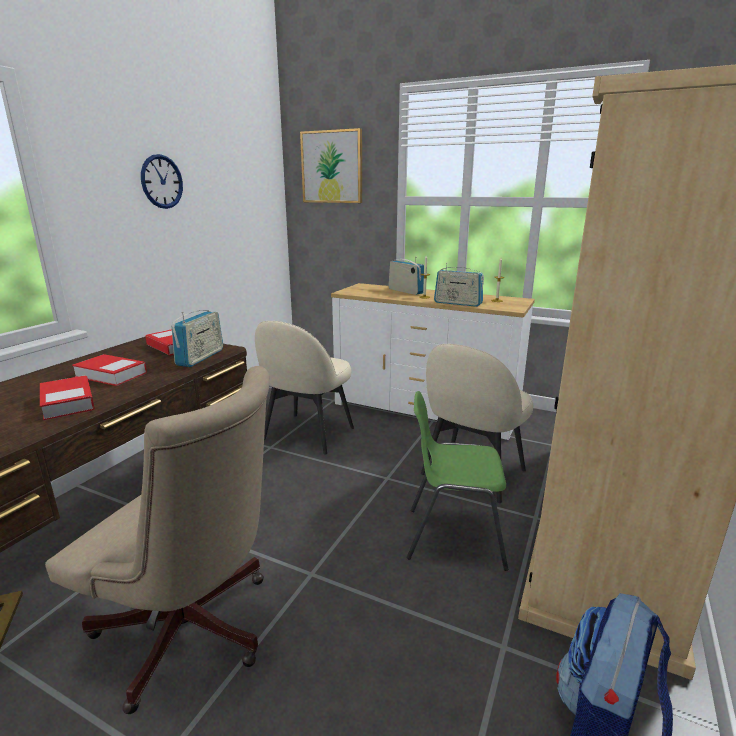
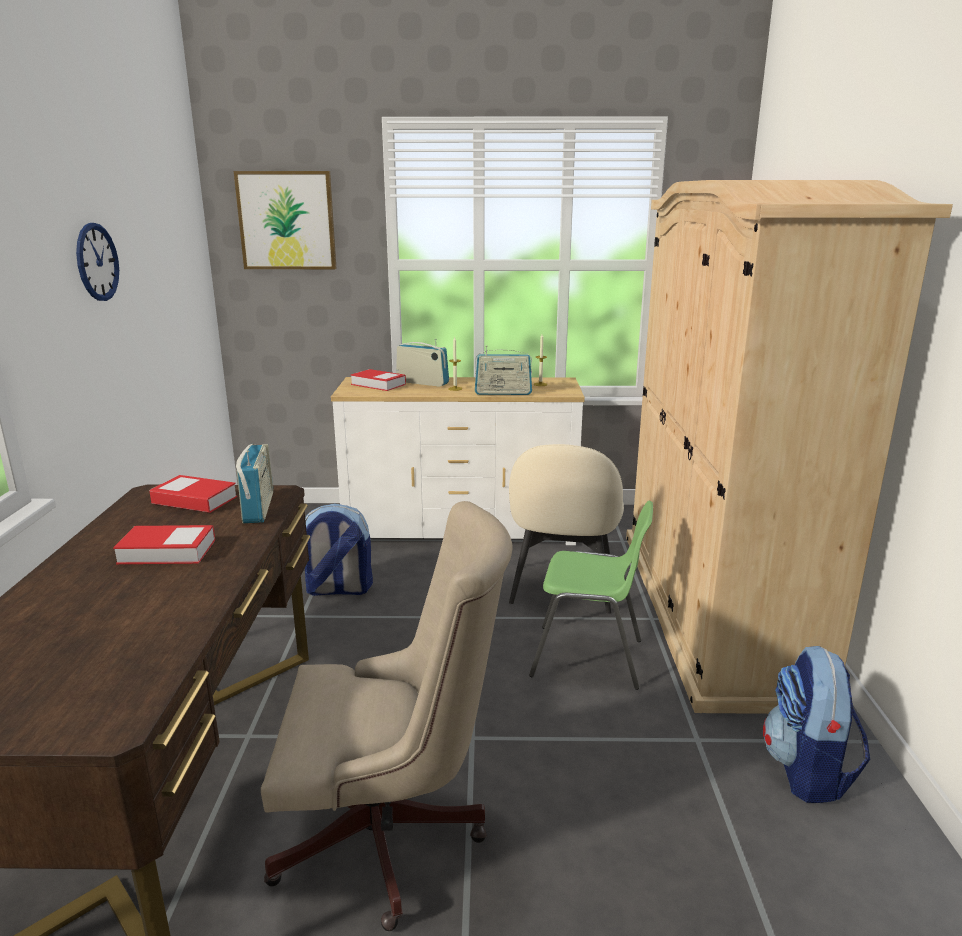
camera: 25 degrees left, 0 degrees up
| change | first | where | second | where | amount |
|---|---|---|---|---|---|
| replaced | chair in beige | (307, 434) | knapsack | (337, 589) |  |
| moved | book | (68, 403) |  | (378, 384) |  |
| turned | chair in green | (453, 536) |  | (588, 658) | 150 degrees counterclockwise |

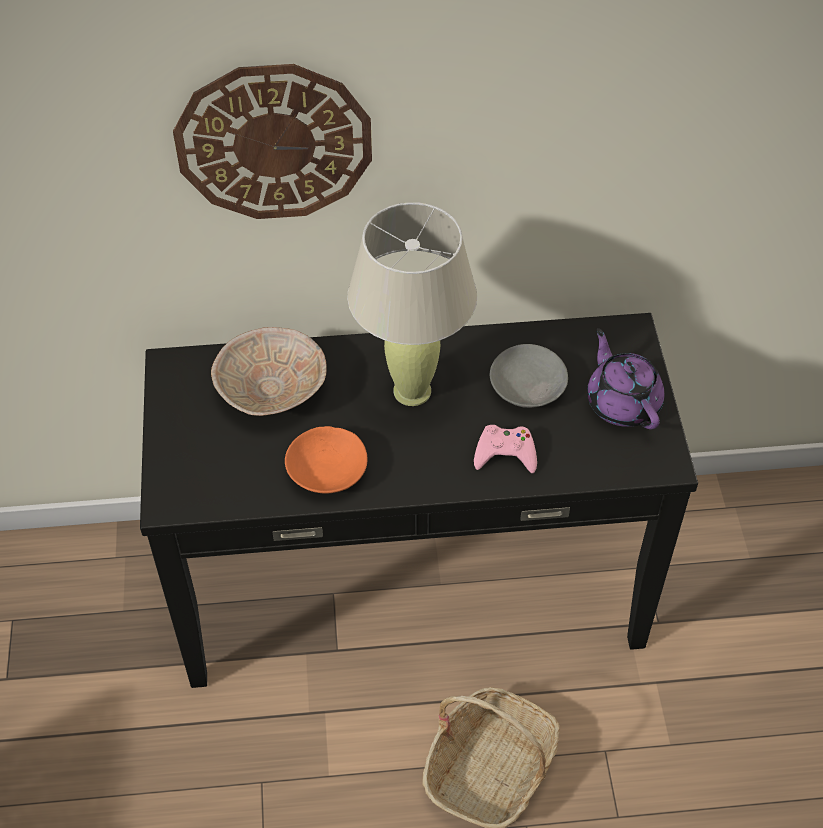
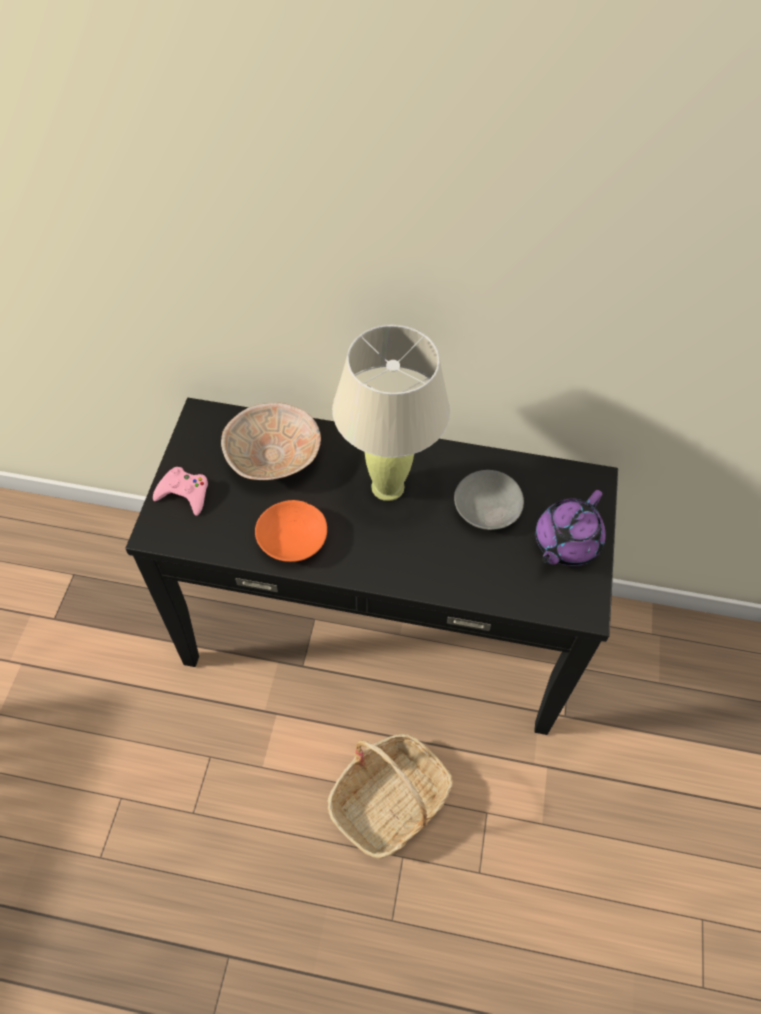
camera: 15 degrees right, 5 degrees up
| change | first | where | second | where | amount |
|---|---|---|---|---|---|
| removed | hanging clock | (274, 142) |  |  |  |
| turned | teapot in purplish | (622, 402) |  | (565, 543) | 135 degrees counterclockwise |
| moved | gamepad in pink | (505, 453) |  | (184, 493) |  |

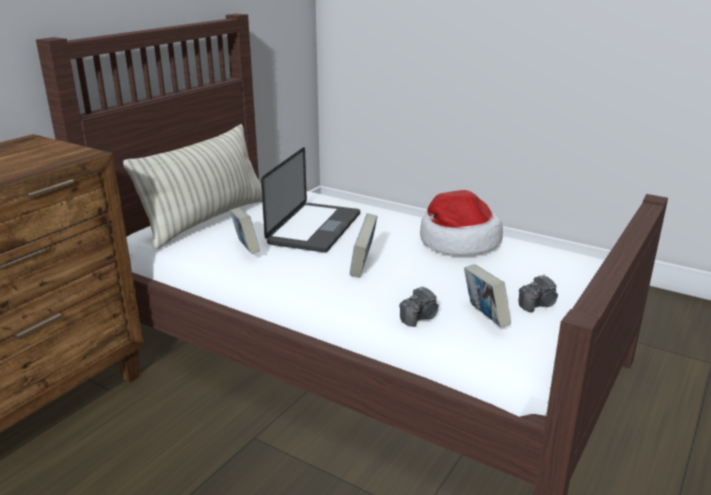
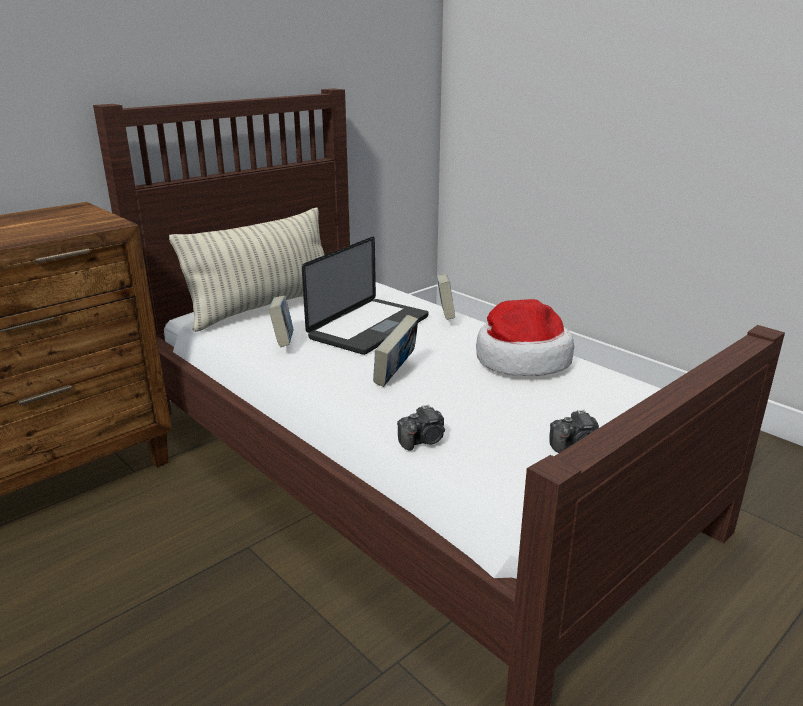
camera: 15 degrees right, 0 degrees up
| change | first | where | second | where | amount |
|---|---|---|---|---|---|
| moved | book | (484, 318) |  | (445, 317) |  |

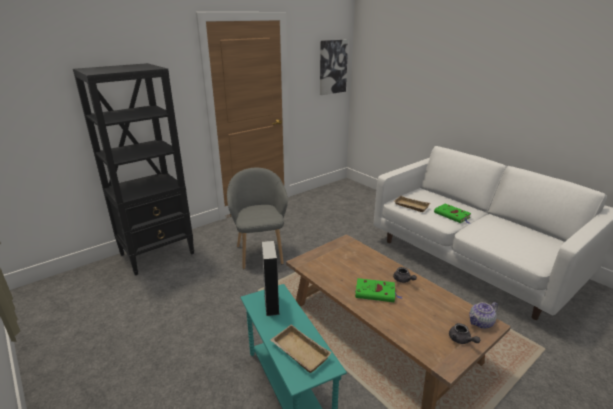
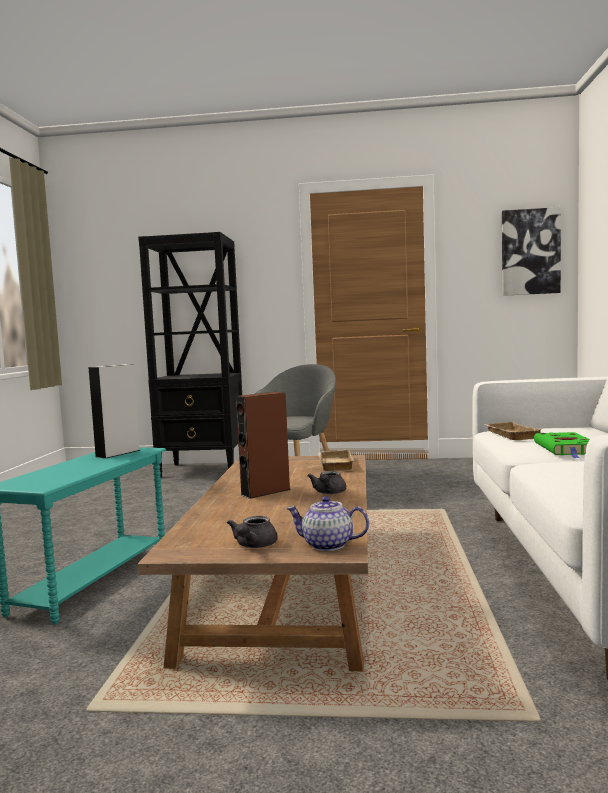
camera: 45 degrees right, 20 degrees down
| change | first | where | second | where | amount |
|---|---|---|---|---|---|
| replaced | book in green | (376, 293) | loudspeaker in brownish | (265, 492) |  |
| moved | tray in beige | (298, 352) |  | (333, 464) |  |

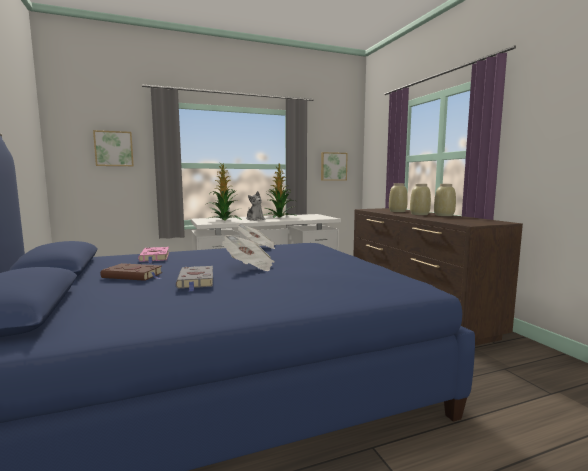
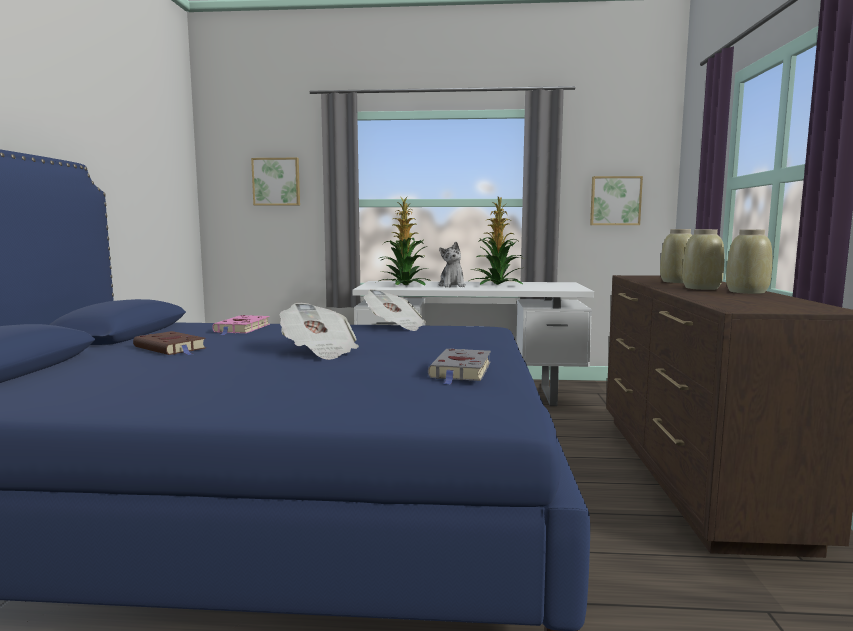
camera: 25 degrees right, 0 degrees up
| change | first | where | second | where | amount |
|---|---|---|---|---|---|
| moved | book in gray | (196, 281) |  | (461, 371) |  |

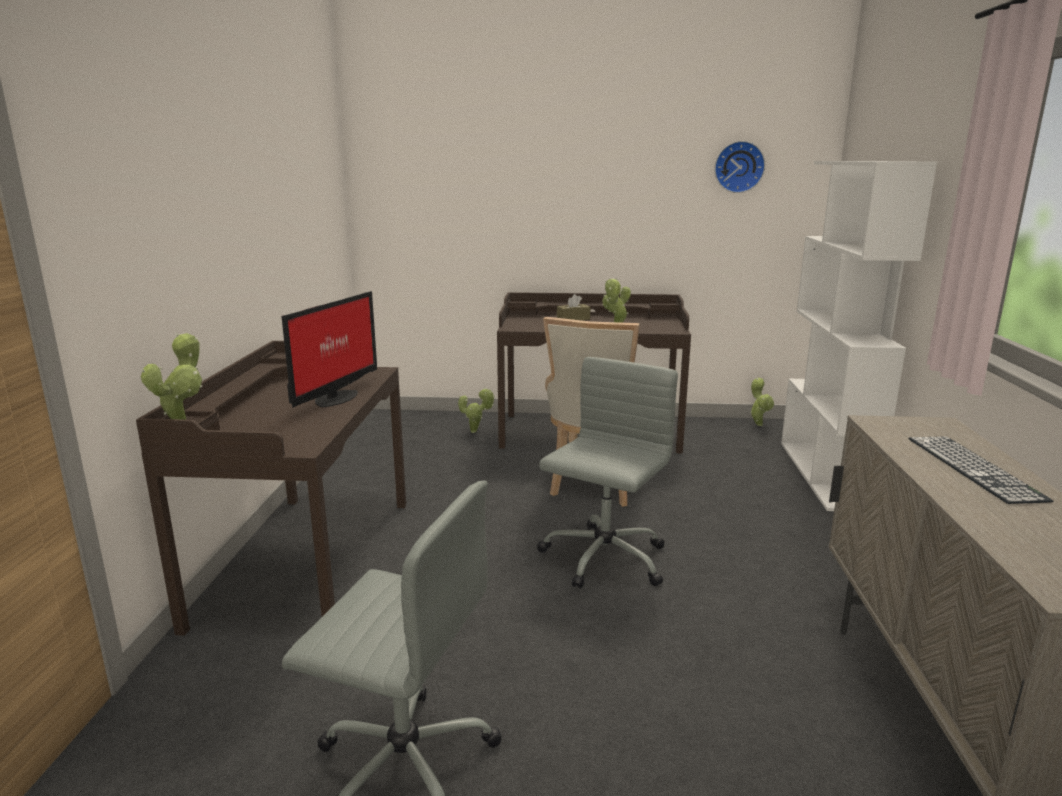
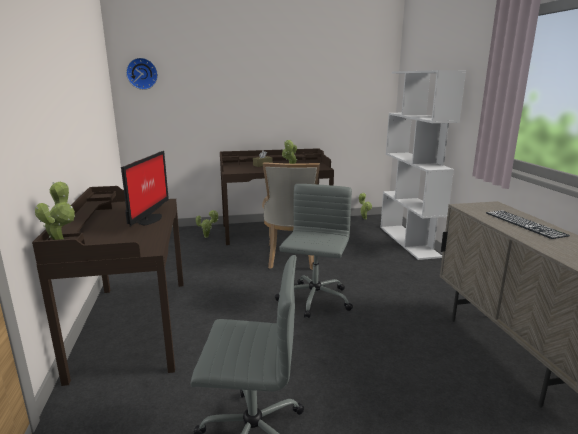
camera: 15 degrees left, 0 degrees up
| change | first | where | second | where | amount |
|---|---|---|---|---|---|
| moved | hanging clock | (738, 167) |  | (142, 73) |  |

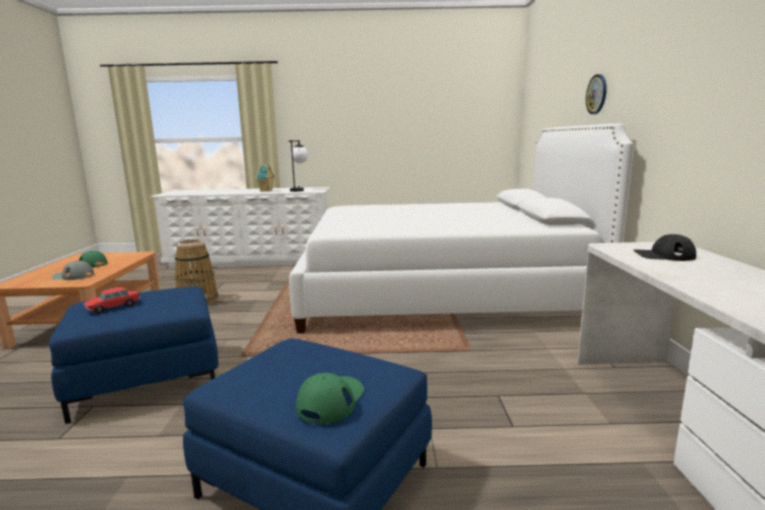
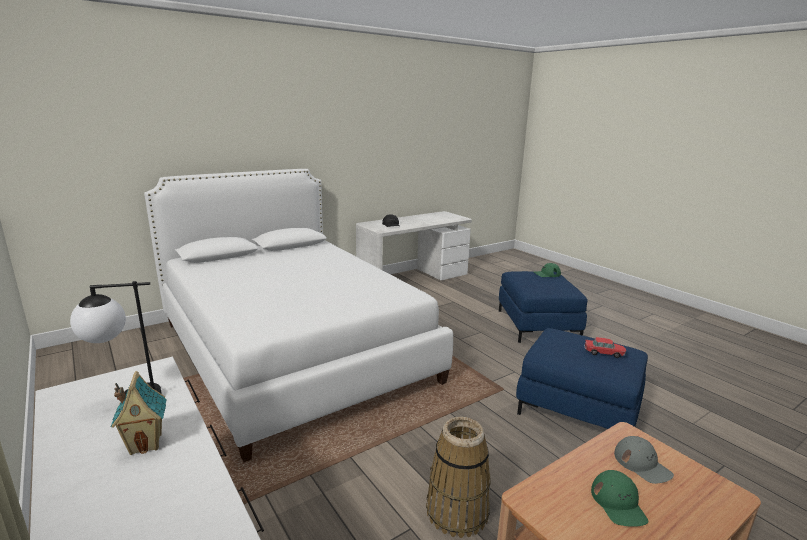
camera: 125 degrees left, 5 degrees up
| change | first | where | second | where | amount |
|---|---|---|---|---|---|
| removed | hanging clock | (597, 94) |  |  |  |

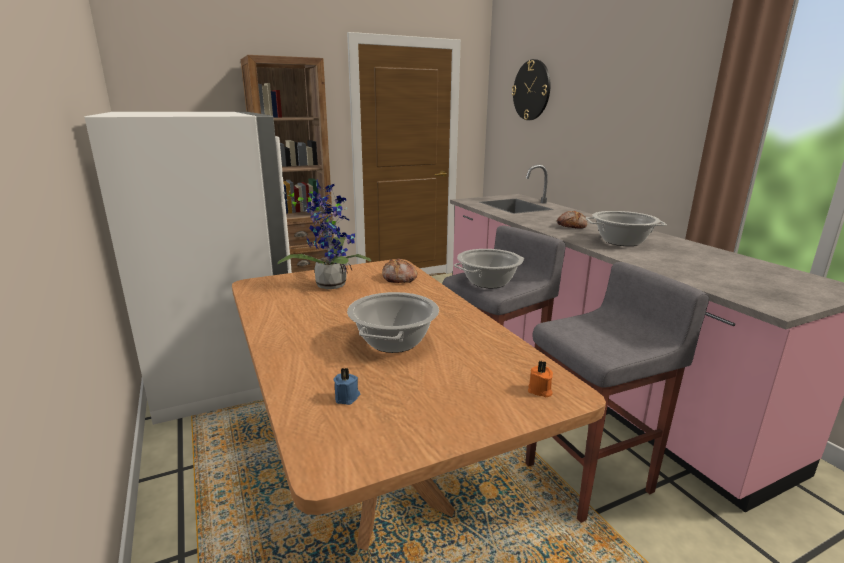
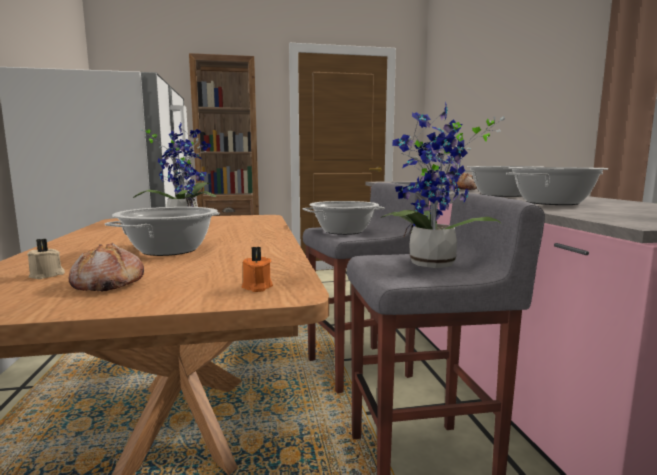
camera: 15 degrees right, 10 degrees down
| change | first | where | second | where | amount |
|---|---|---|---|---|---|
| removed | hanging clock | (531, 90) |  |  |  |
| moved | baked bread | (399, 278) |  | (107, 284) |  |
| recoloured | wax light in blue | (347, 397) | wax light in beige | (47, 275) |  |
| added |  |  | houseplant | (431, 265) |  |
| added |  |  | saucepot | (552, 202) |  |

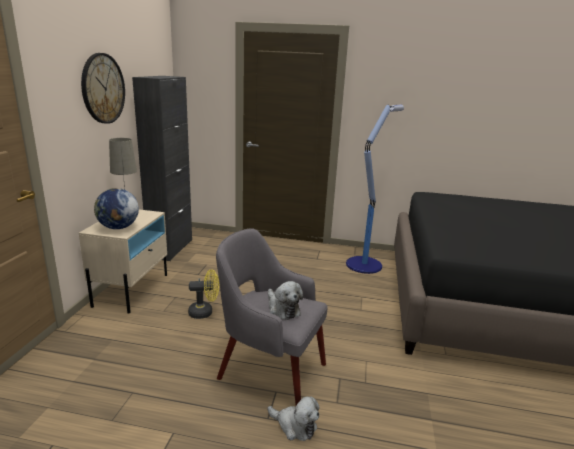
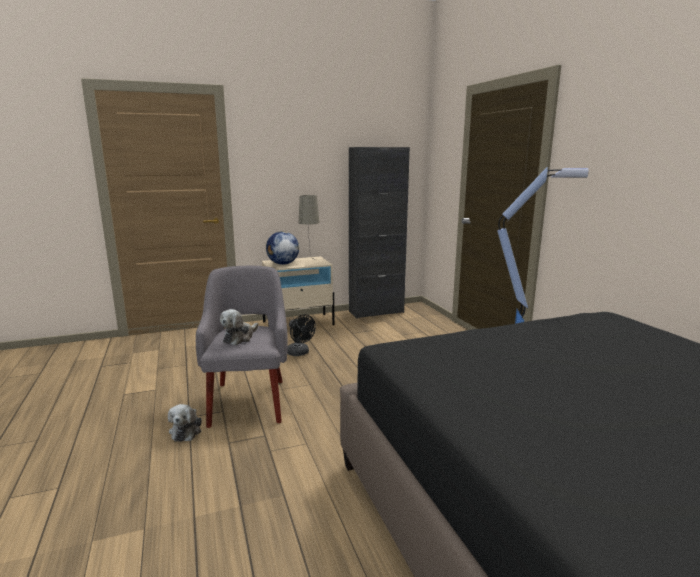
camera: 60 degrees right, 5 degrees down
| change | first | where | second | where | amount |
|---|---|---|---|---|---|
| removed | hanging clock | (103, 88) |  |  |  |
| recoloured | cooling fan in yellow-coloured | (205, 312) | cooling fan in blackish | (300, 353) |  |

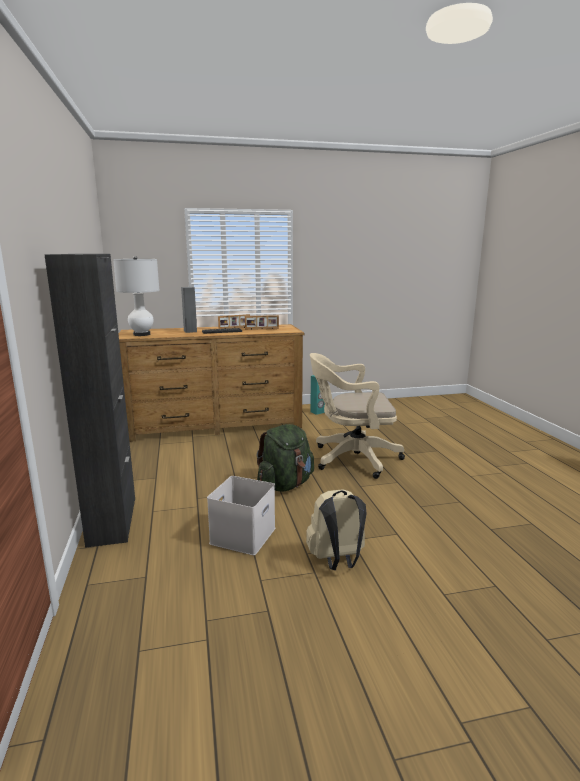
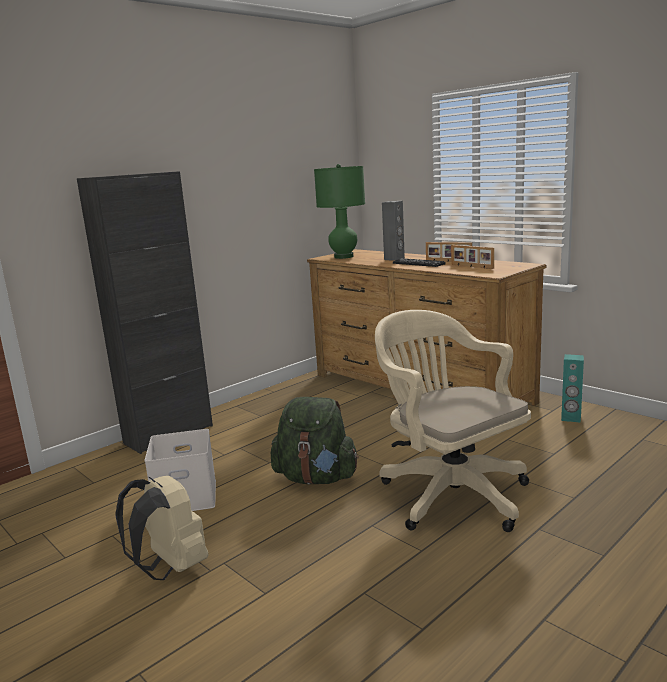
camera: 60 degrees right, 0 degrees up
| change | first | where | second | where | amount |
|---|---|---|---|---|---|
| recoloured | table lamp in white-coloured | (142, 334) | table lamp in green | (344, 257) |  |

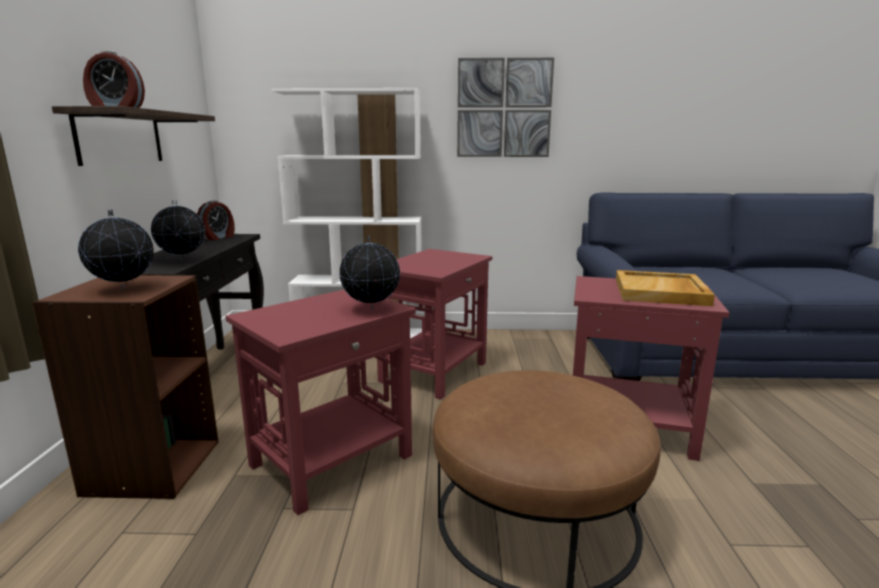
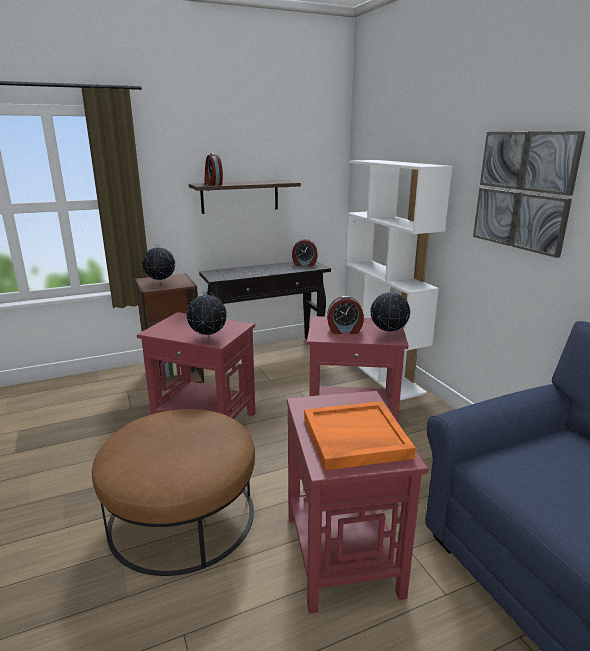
camera: 65 degrees right, 5 degrees up
| change | first | where | second | where | amount |
|---|---|---|---|---|---|
| moved | desk globe | (183, 261) |  | (388, 335) |  |
| recoloured | tray in beige | (661, 292) | tray in orangey | (355, 438) |  |
| added |  |  | table clock | (344, 331) |  |

